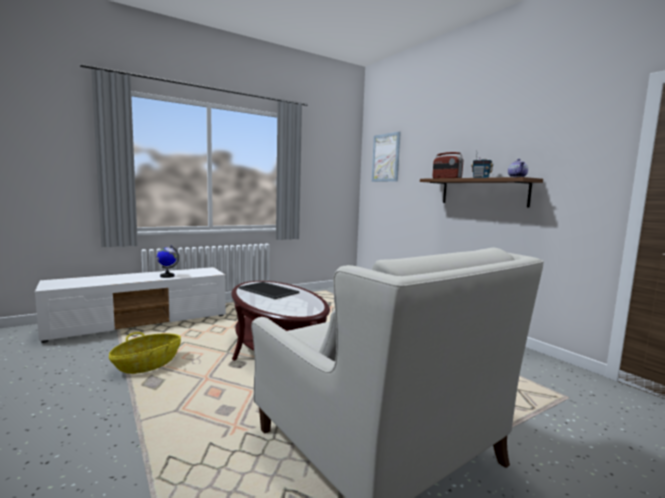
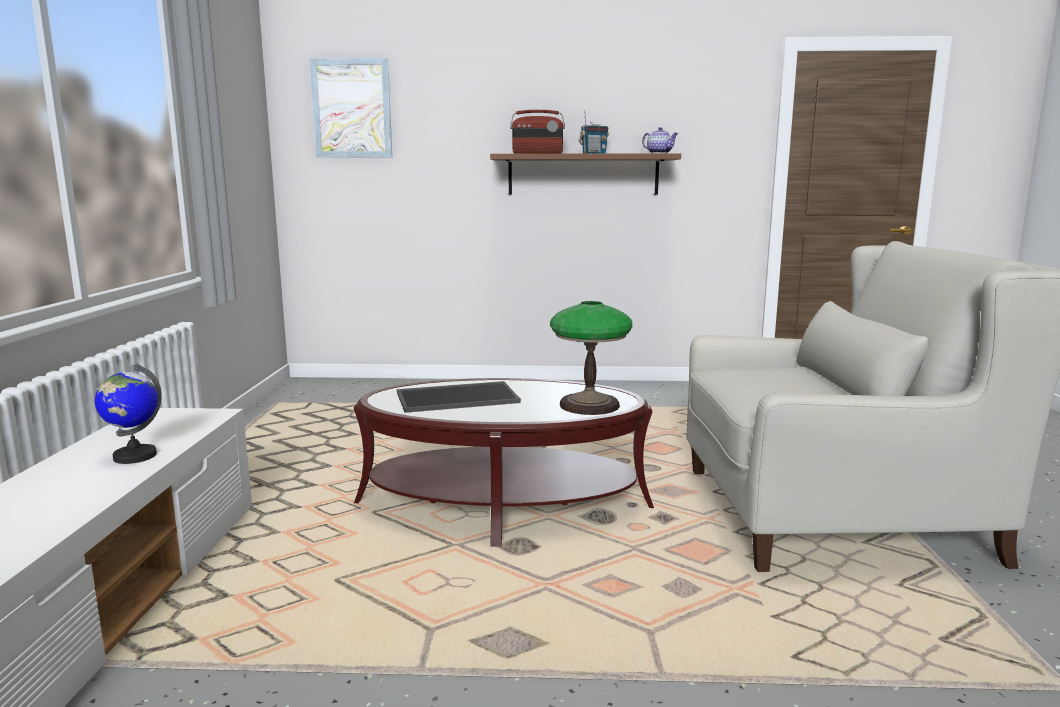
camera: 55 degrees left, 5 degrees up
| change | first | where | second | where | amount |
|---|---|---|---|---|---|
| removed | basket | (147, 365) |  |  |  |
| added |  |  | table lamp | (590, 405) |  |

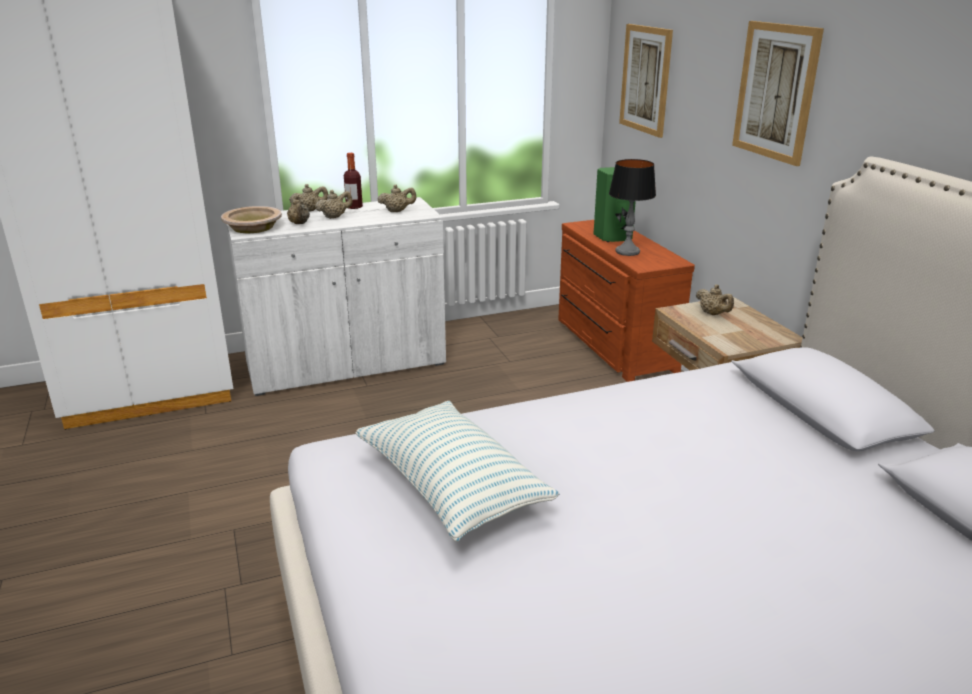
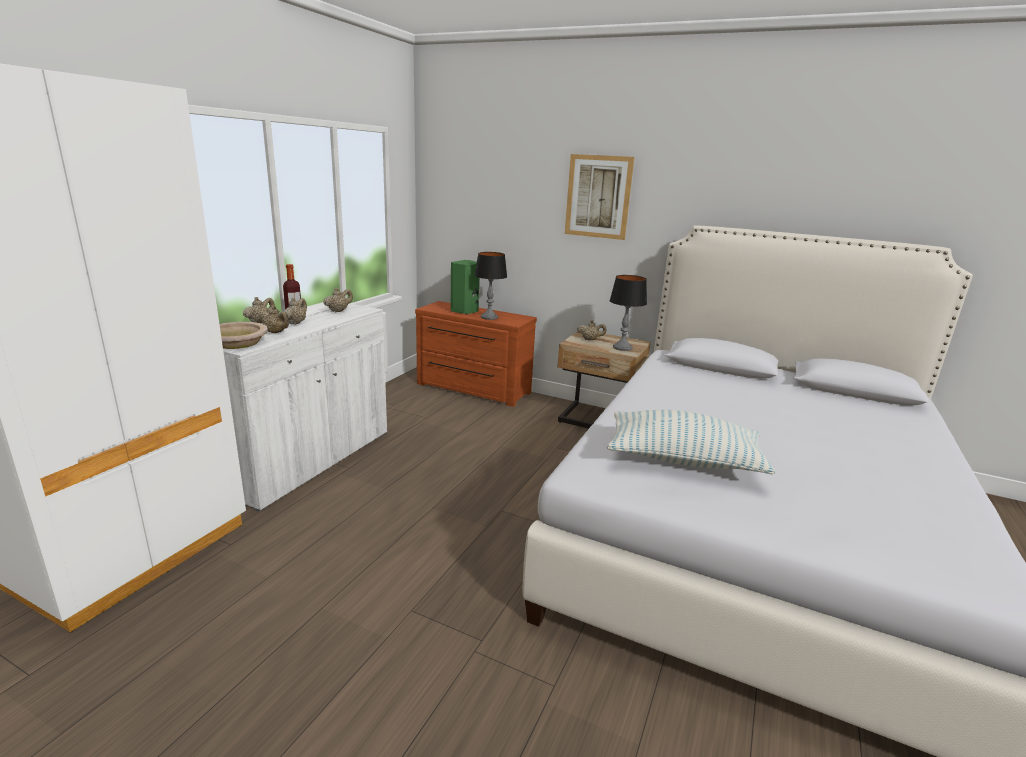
camera: 45 degrees left, 5 degrees down
| change | first | where | second | where | amount |
|---|---|---|---|---|---|
| removed | wall art | (645, 79) |  |  |  |
| added |  |  | table lamp | (622, 347) |  |

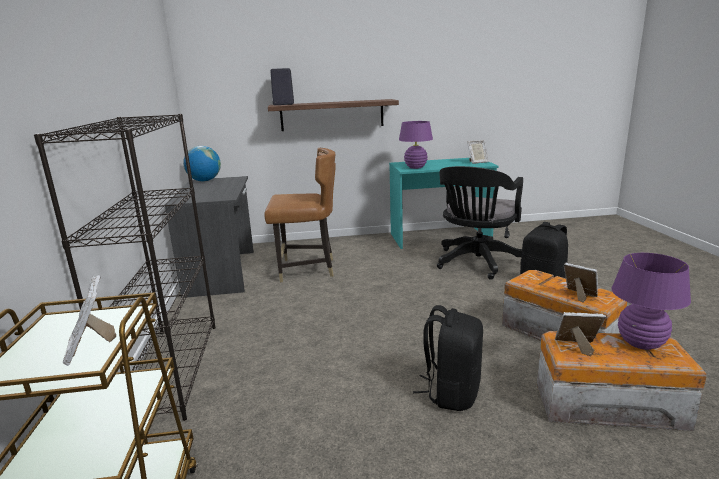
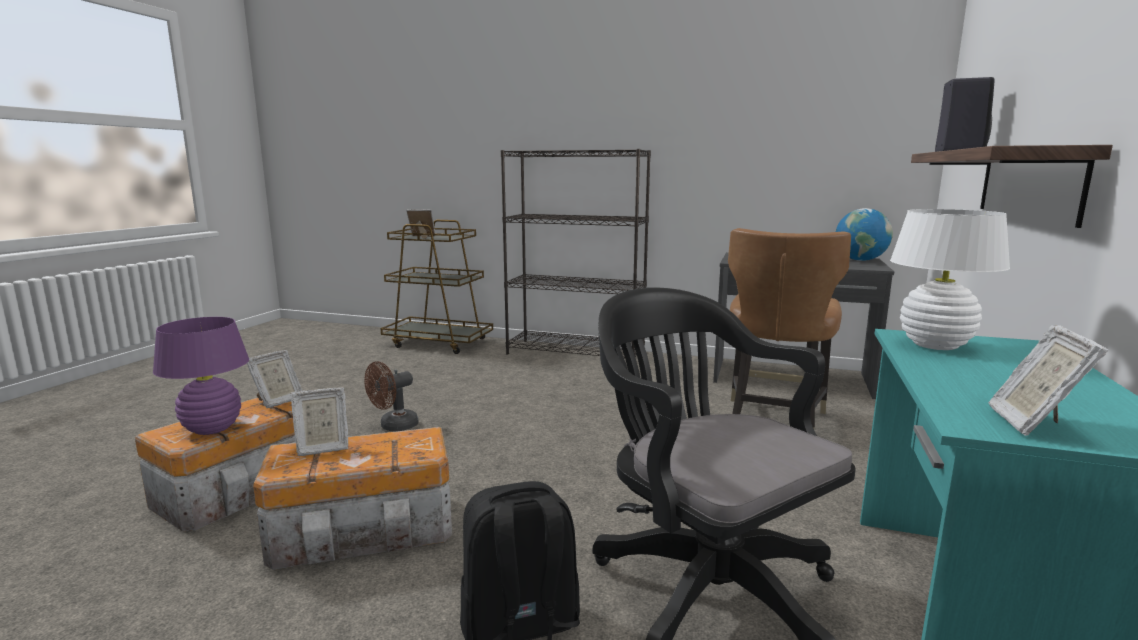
camera: 115 degrees right, 5 degrees down
| change | first | where | second | where | amount |
|---|---|---|---|---|---|
| recoloured | table lamp in purplish | (415, 167) | table lamp in white-coloured | (935, 345) |  |
| replaced | knapsack in blackish | (451, 392) | cooling fan in brownish | (393, 427) |  |

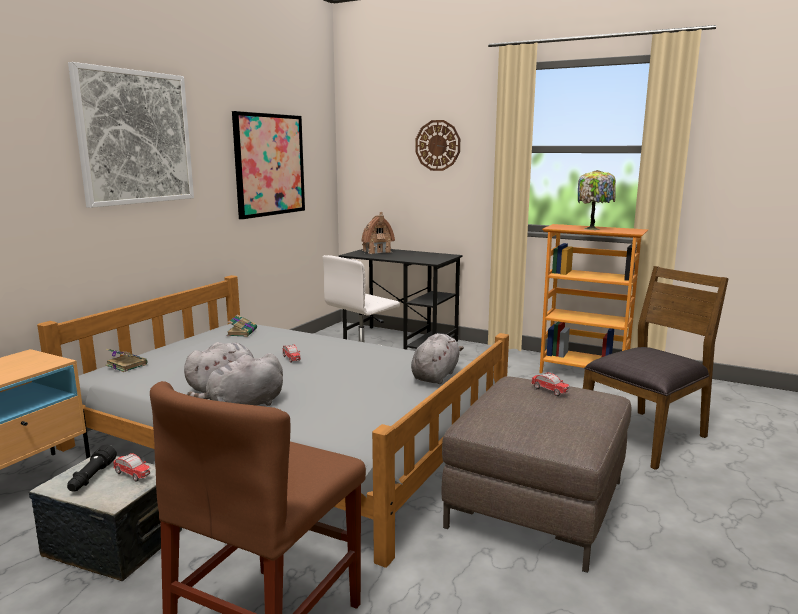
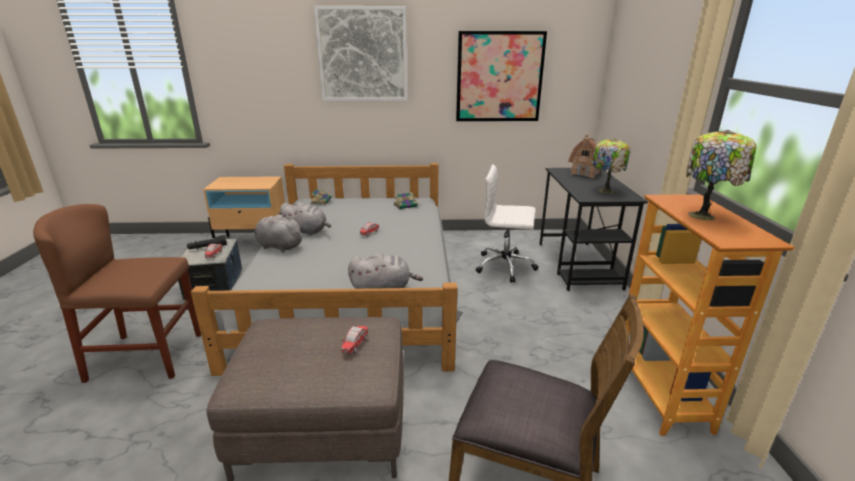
camera: 60 degrees right, 10 degrees up
| change | first | where | second | where | amount |
|---|---|---|---|---|---|
| removed | hanging clock | (437, 145) |  |  |  |
| added |  |  | table lamp | (604, 191) |  |

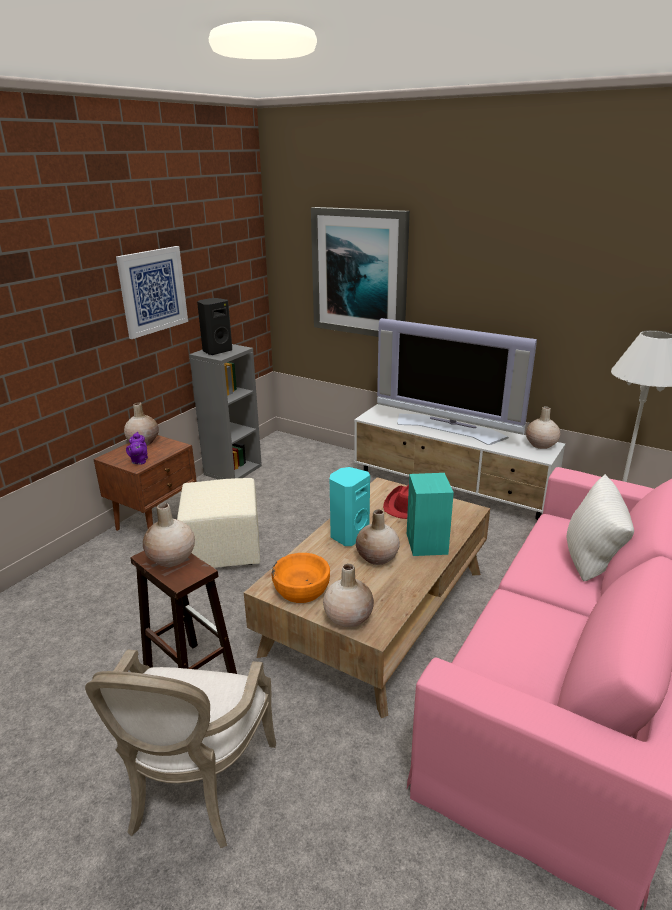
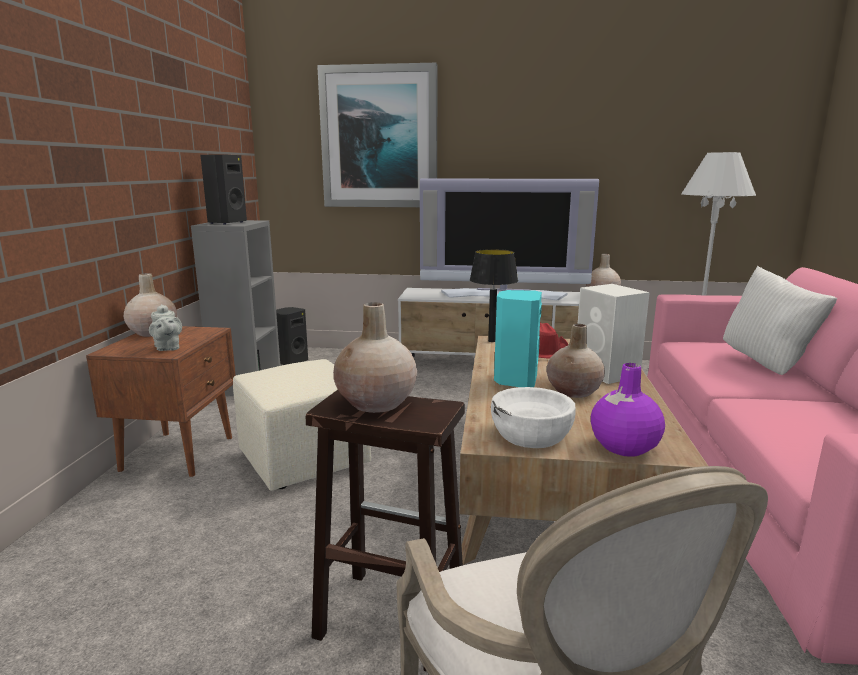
camera: 25 degrees left, 10 degrees down
| change | first | where | second | where | amount |
|---|---|---|---|---|---|
| removed | wall art | (153, 291) |  |  |  |
| recoloured | teapot in purplish | (139, 461) | teapot in gray | (167, 348) |  |
| recoloured | loudspeaker in blue-green | (427, 544) | loudspeaker in white-coloured | (607, 373) |  |
| recoloured | deep dish in orangey | (301, 589) | deep dish in white-coloured | (531, 434) |  |
| recoloured | decorative vase in beige | (348, 617) | decorative vase in purplish | (623, 446) |  |
| added |  |  | table lamp in blackish | (491, 341) |  |
| added |  |  | loudspeaker in blackish | (291, 361) |  |

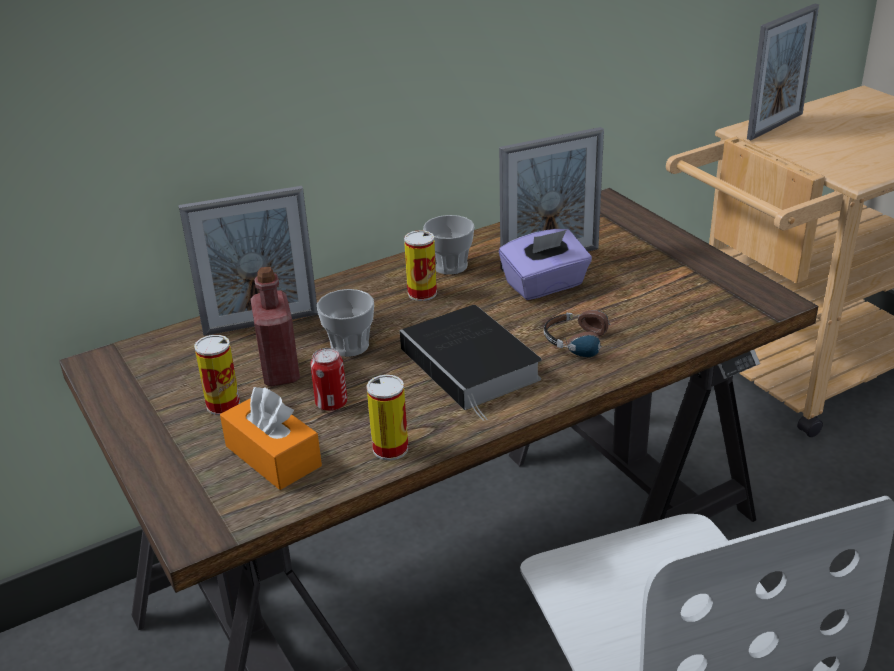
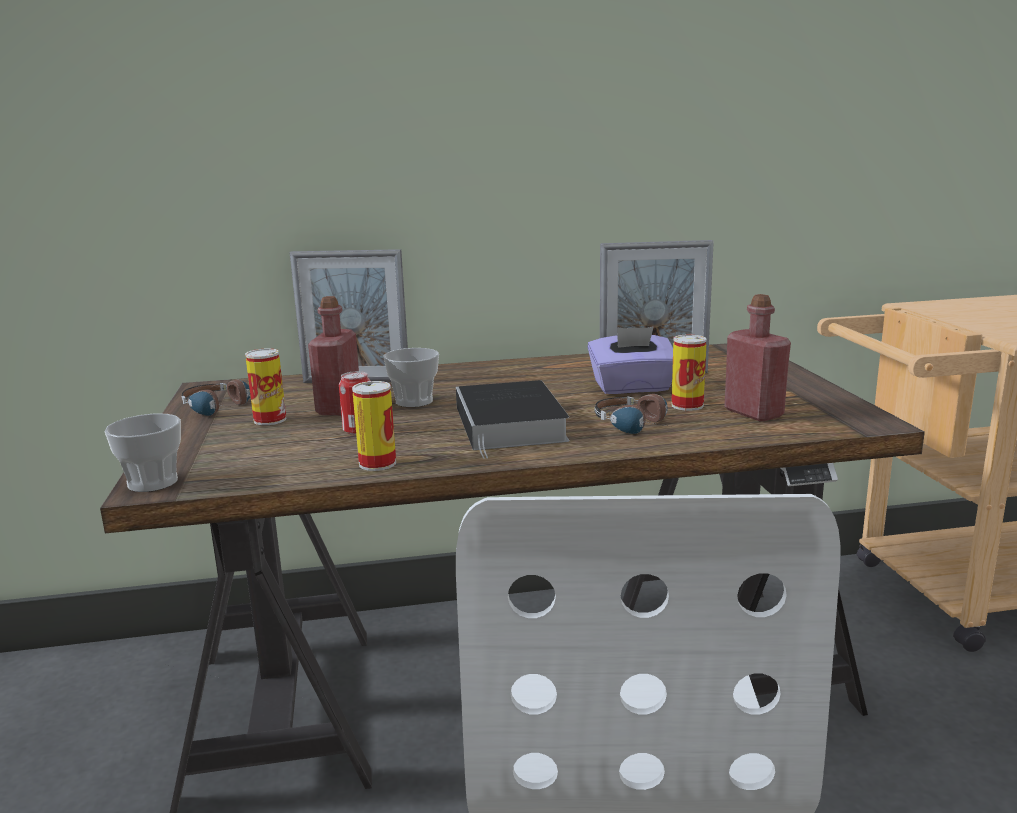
camera: 20 degrees right, 15 degrees down
| change | first | where | second | where | amount |
|---|---|---|---|---|---|
| removed | photo frame | (775, 126) |  |  |  |
| moved | small cup | (450, 266) |  | (152, 482) |  |
| moved | can | (422, 293) |  | (687, 405) |  |
| removed | box of tissues in orangey | (273, 456) |  |  |  |
| added |  |  | drink bottle in reddish | (753, 413) |  |
| added |  |  | headset | (222, 409) |  |

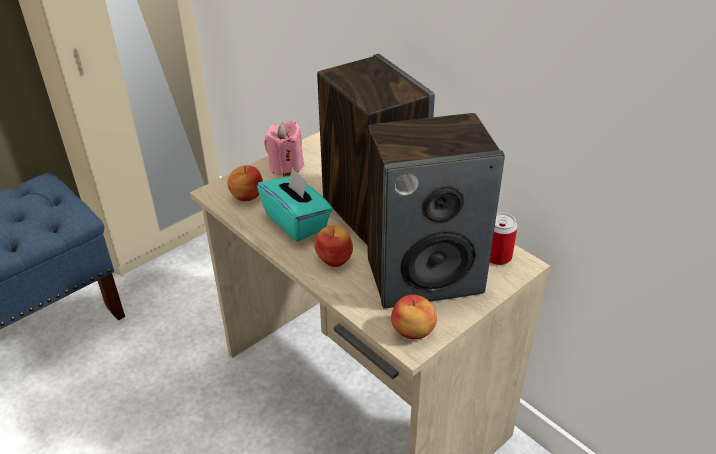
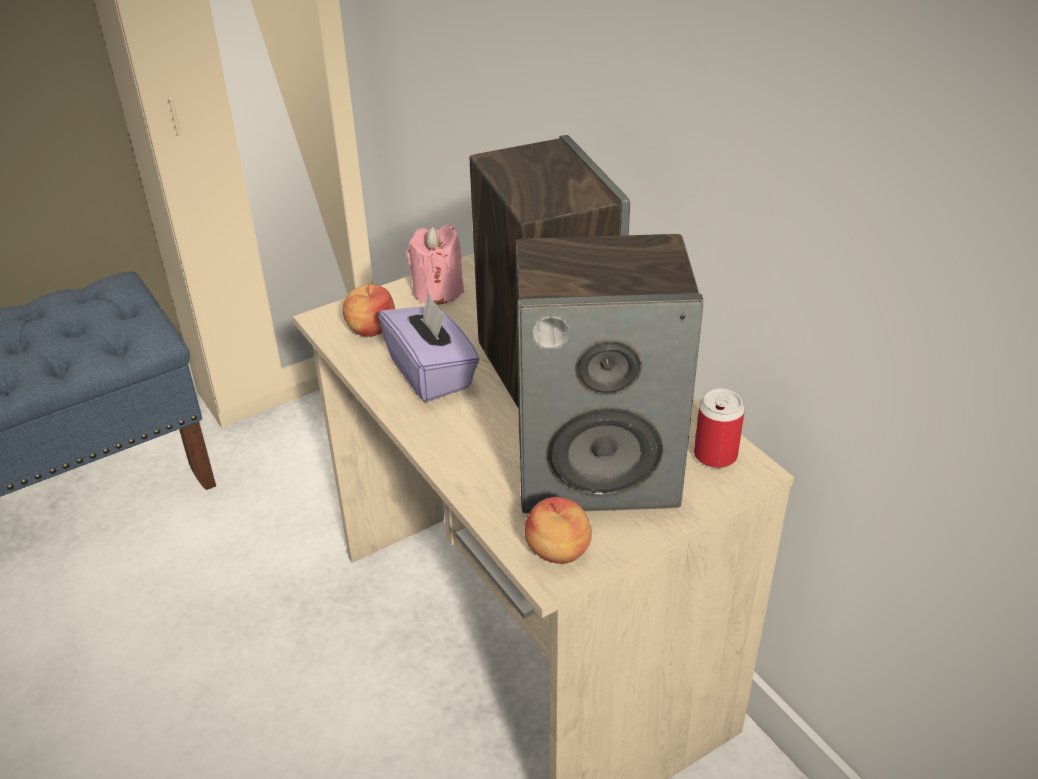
camera: 10 degrees right, 0 degrees up
| change | first | where | second | where | amount |
|---|---|---|---|---|---|
| recoloured | box of tissues in blue-green | (296, 222) | box of tissues in purplish | (431, 373) |  |
| removed | apple fruit | (335, 258) |  |  |  |

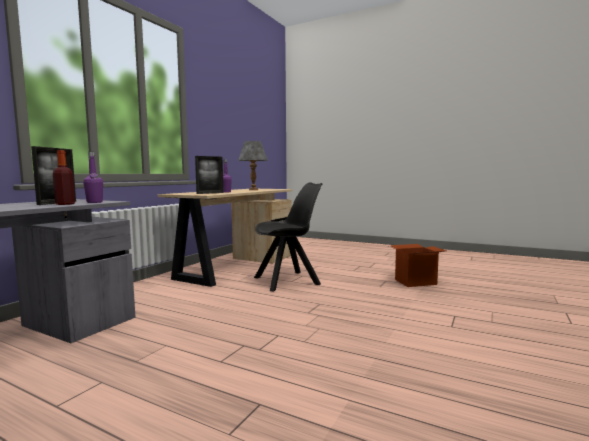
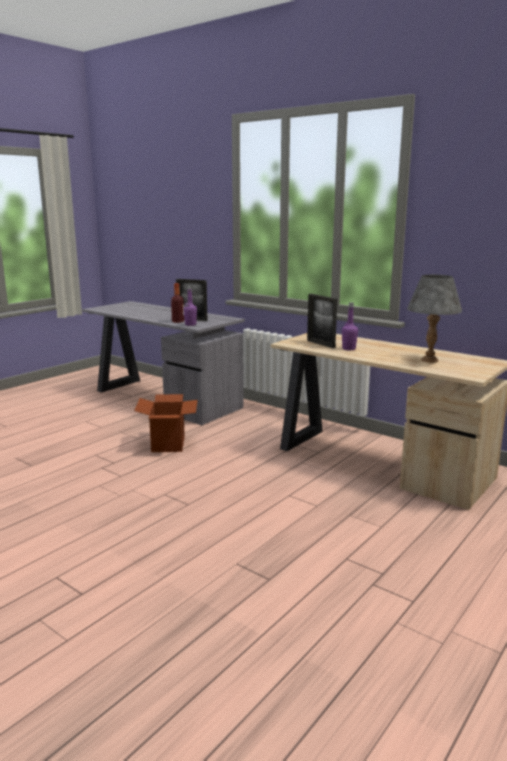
camera: 100 degrees right, 10 degrees up
| change | first | where | second | where | amount |
|---|---|---|---|---|---|
| removed | chair in blackish | (288, 281) |  |  |  |
| moved | carton | (415, 282) |  | (168, 444) |  |

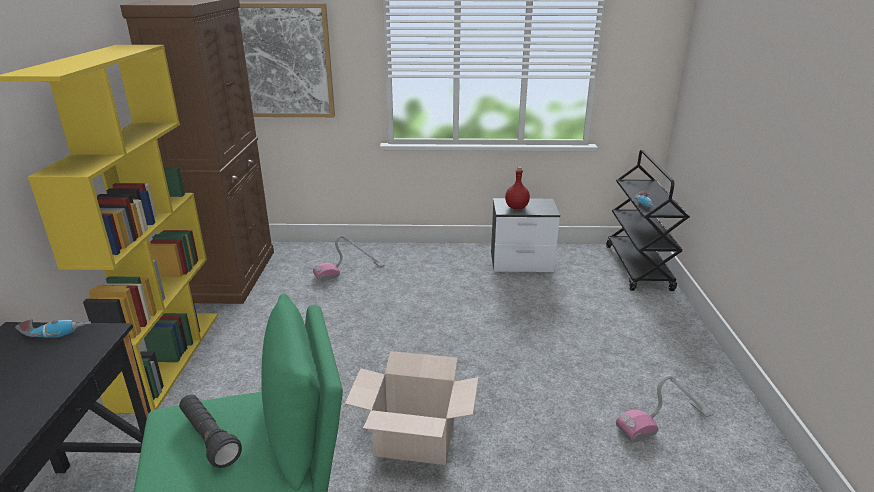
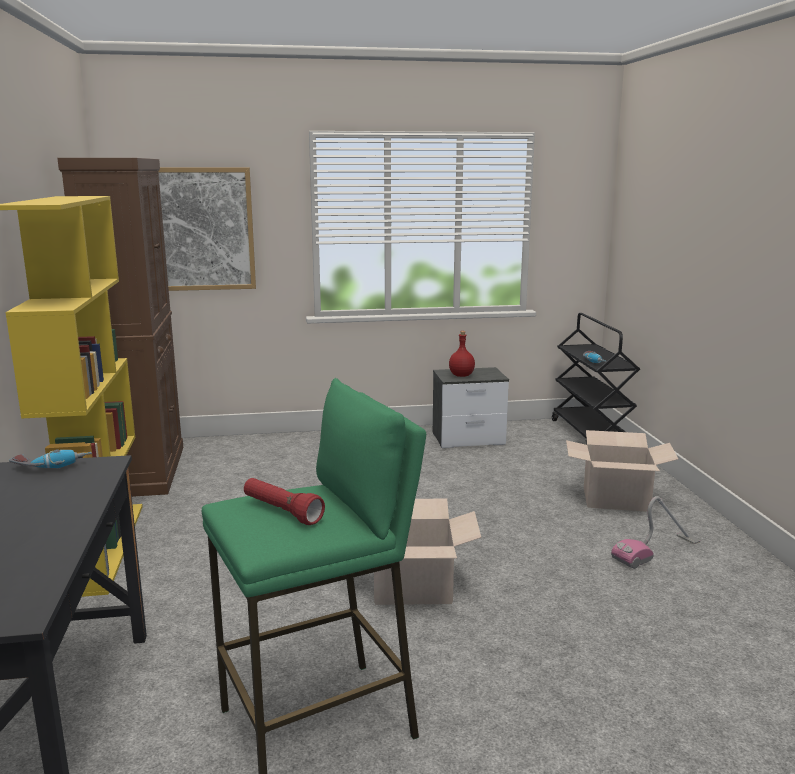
camera: 10 degrees left, 10 degrees down
| change | first | where | second | where | amount |
|---|---|---|---|---|---|
| removed | vacuum cleaner | (349, 271) |  |  |  |
| recoloured | flashlight in blackish | (209, 438) | flashlight in reddish | (282, 512) |  |
| added |  |  | carton | (616, 499) |  |

